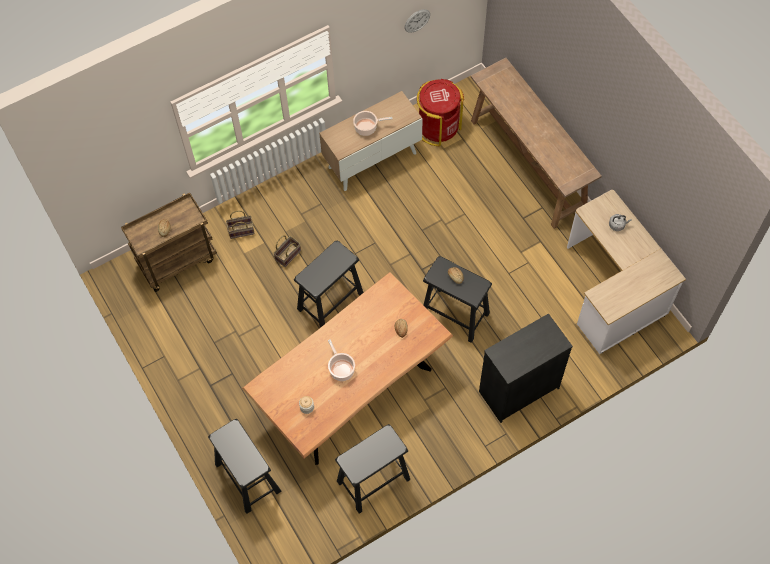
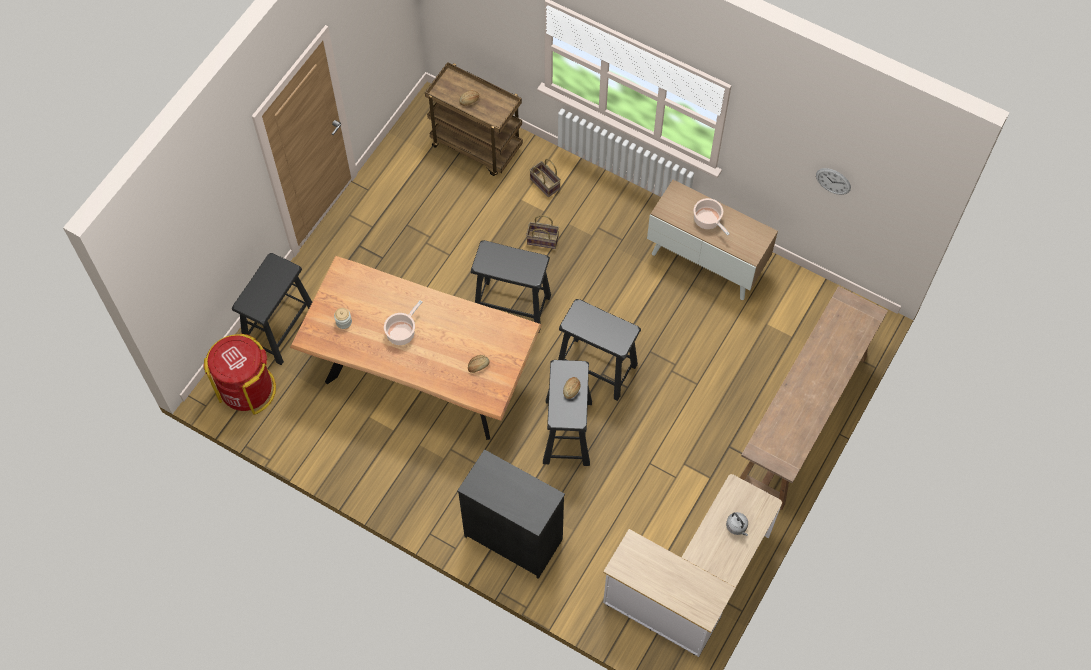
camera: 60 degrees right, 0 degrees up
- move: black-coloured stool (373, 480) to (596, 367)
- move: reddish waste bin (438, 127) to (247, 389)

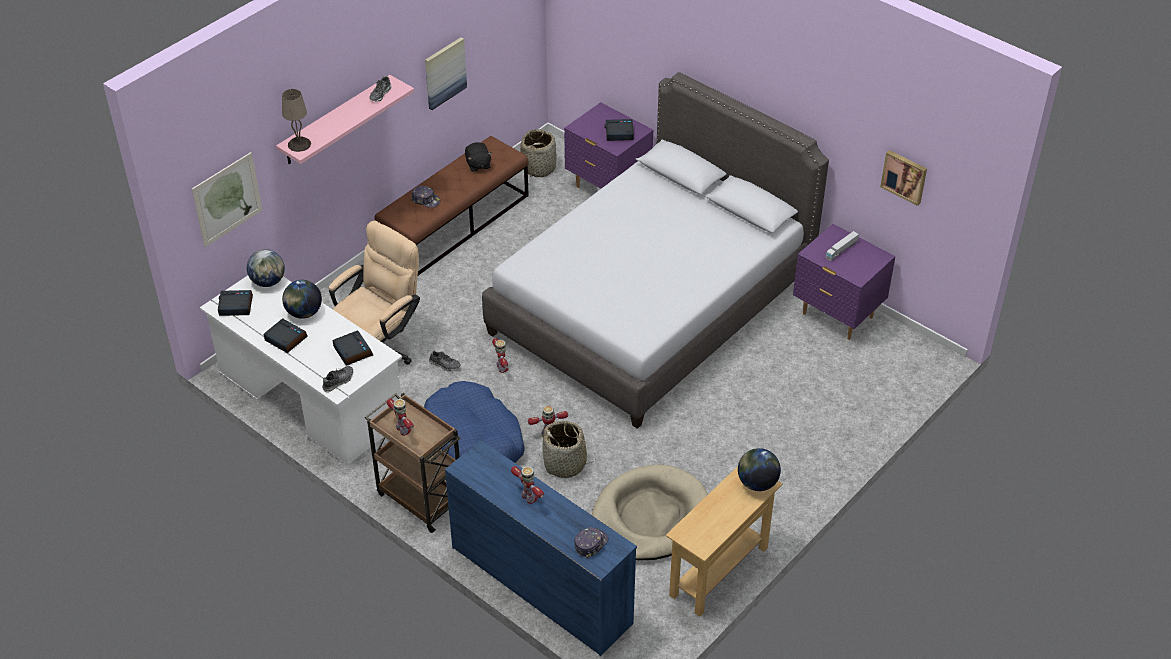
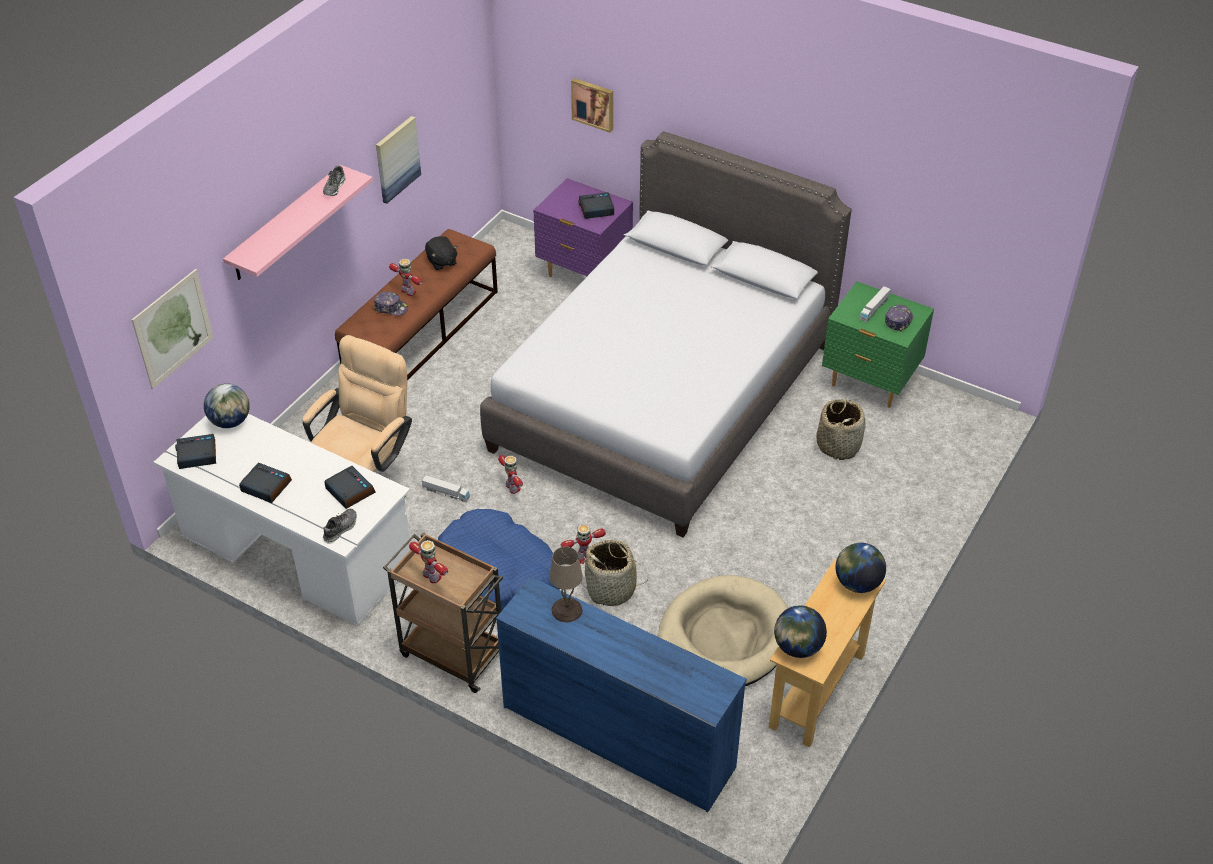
camera: 10 degrees left, 0 degrees up
- move: beige-coloured tabletop lamp (299, 144) to (566, 609)
- move: globe (304, 313) to (797, 647)
- replace: item of footwear (444, 365) to toy truck (446, 493)
- move: toy robot (529, 498) to (408, 292)
- move: household basket (539, 167) to (838, 445)
- move: baseball cap (590, 544) to (898, 320)
- recolor: purple-coloured nightstand (837, 316) to green nightstand (869, 383)
- move: wall art (904, 176) to (593, 104)

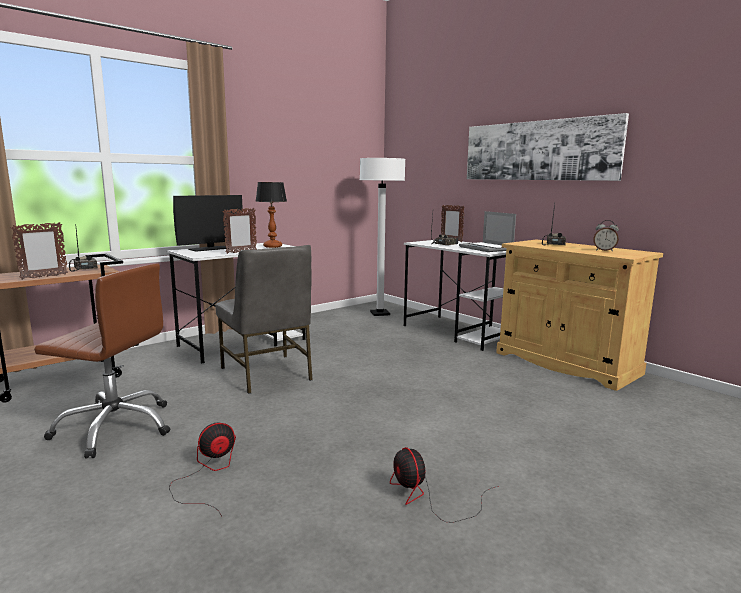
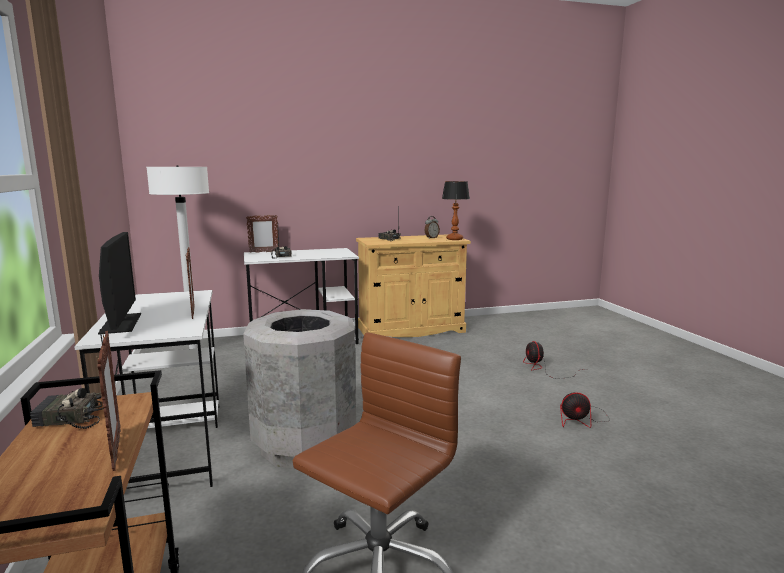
camera: 65 degrees left, 0 degrees up
- move: cooling fan (208, 473) to (544, 369)
- replace: greyish chair (267, 374) to greyish waste bin (306, 444)
- move: tabletop lamp (272, 246) to (454, 239)
- delete: laptop (487, 248)
- delete: wall art (538, 150)

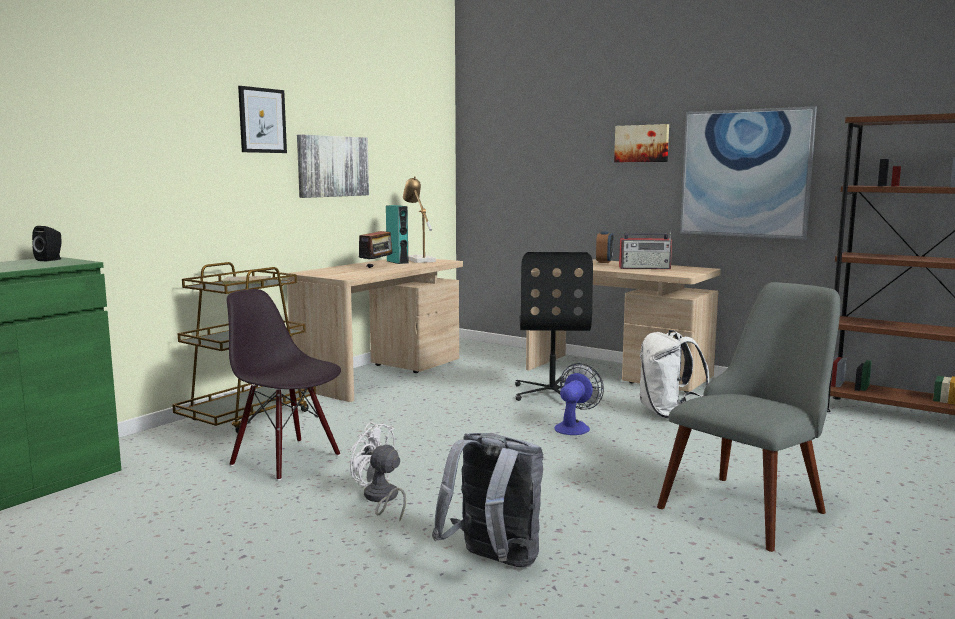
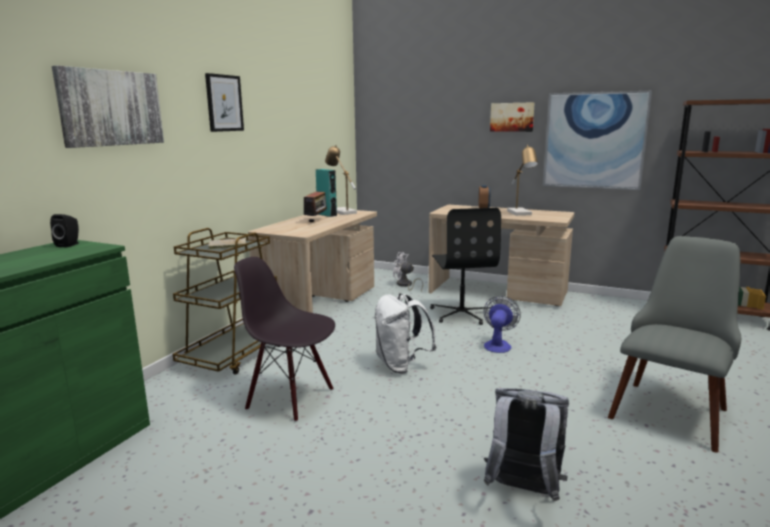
camera: 10 degrees left, 5 degrees up
- move: wall art (332, 166) to (111, 108)
- move: whitish cooling fan (380, 499) to (405, 285)
- replace: radio (645, 268) to tabletop lamp (521, 213)
- move: whitish knapsack (668, 413) to (401, 365)

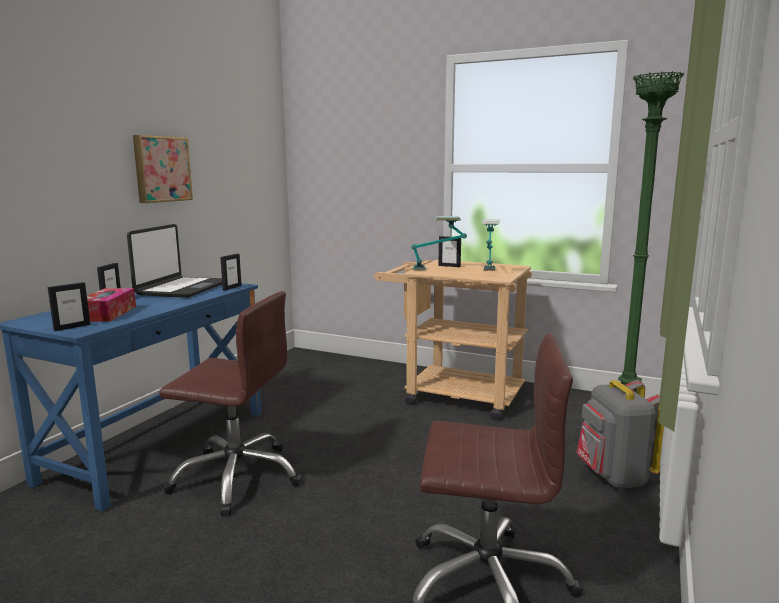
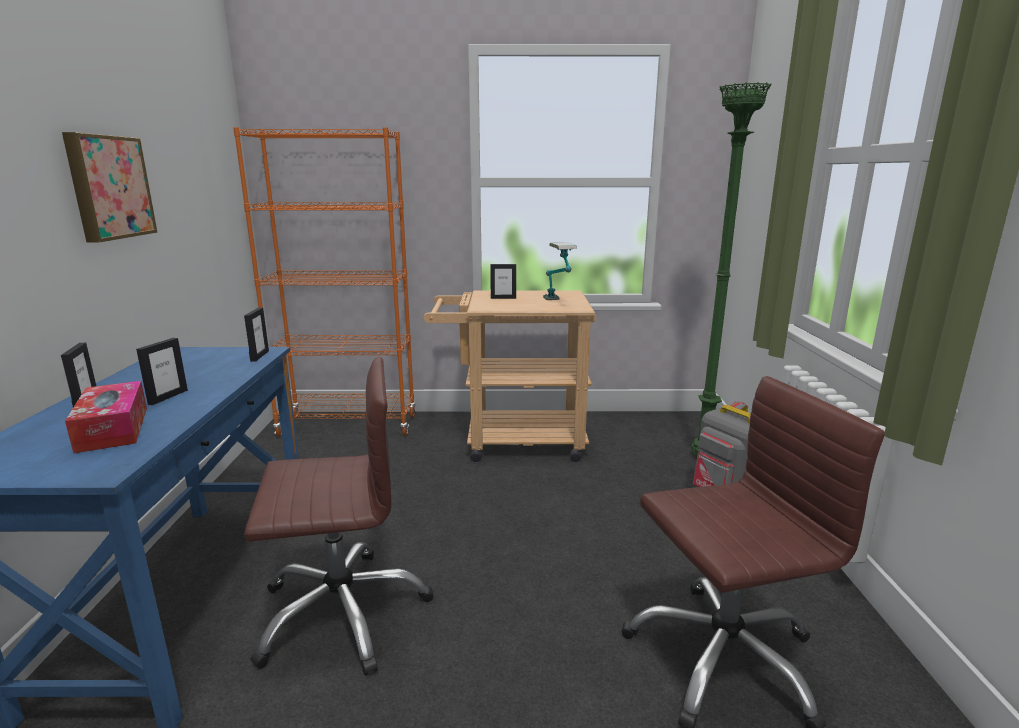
camera: 25 degrees left, 5 degrees up
- move: photo frame (72, 327) to (168, 397)
- delete: laptop (182, 288)
- delete: tabletop lamp (438, 269)
- insert: orangey bookcase (349, 426)

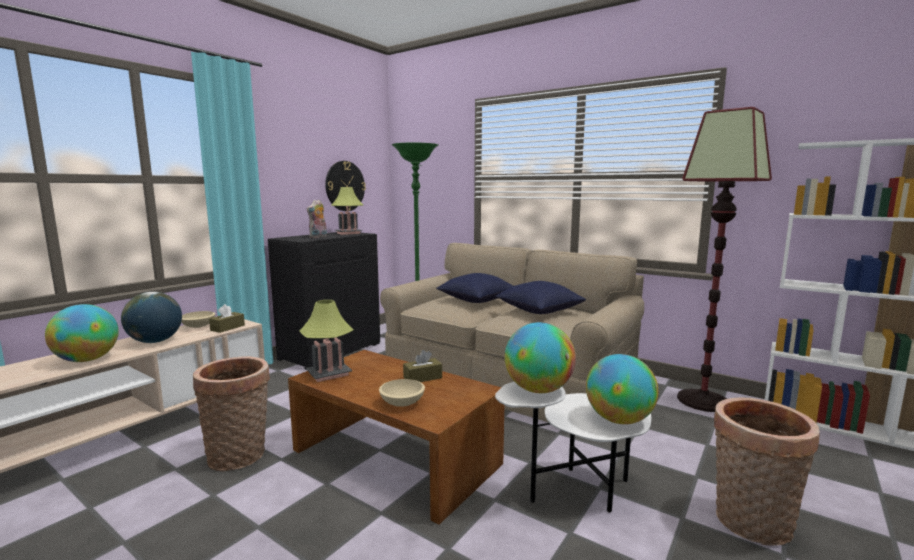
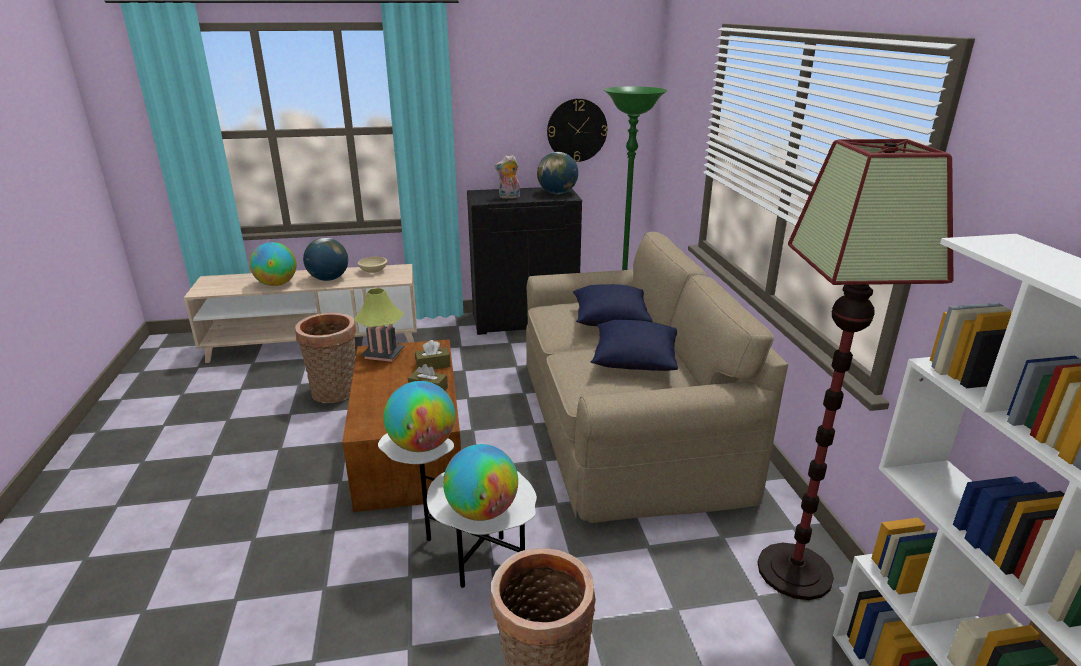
camera: 45 degrees right, 15 degrees up
- move: brown-coloured tissue holder (227, 328) to (433, 365)
- replace: tabletop lamp (348, 233) to globe (557, 193)
- delete: beige-coloured serving bowl (403, 403)

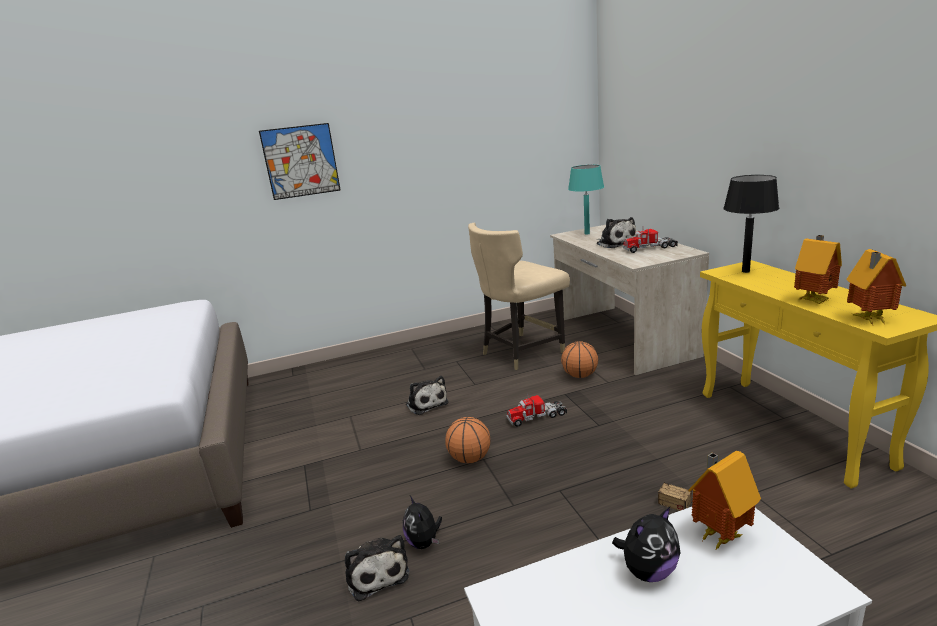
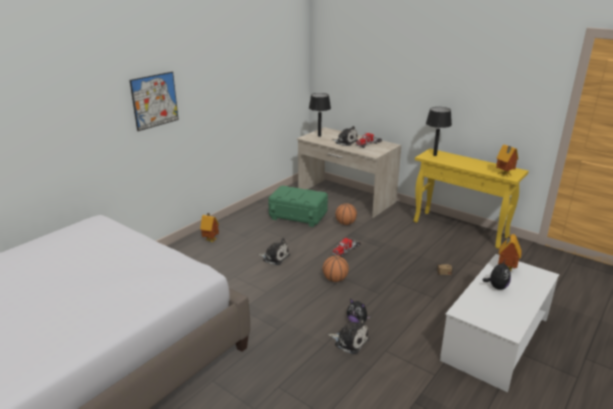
camera: 35 degrees left, 5 degrees up
- replace: beige-coloured chair (521, 352) to green storage container (298, 216)
- recolor: turquoise-coloured tabletop lamp (587, 234) to black-coloured tabletop lamp (319, 136)
- move: model house (814, 300) to (211, 240)

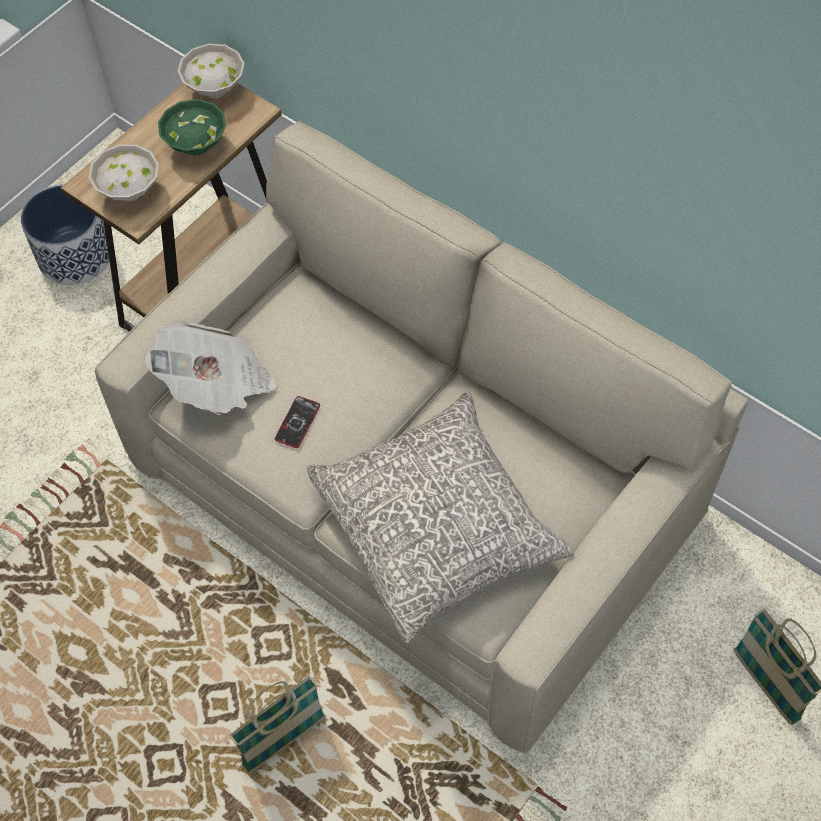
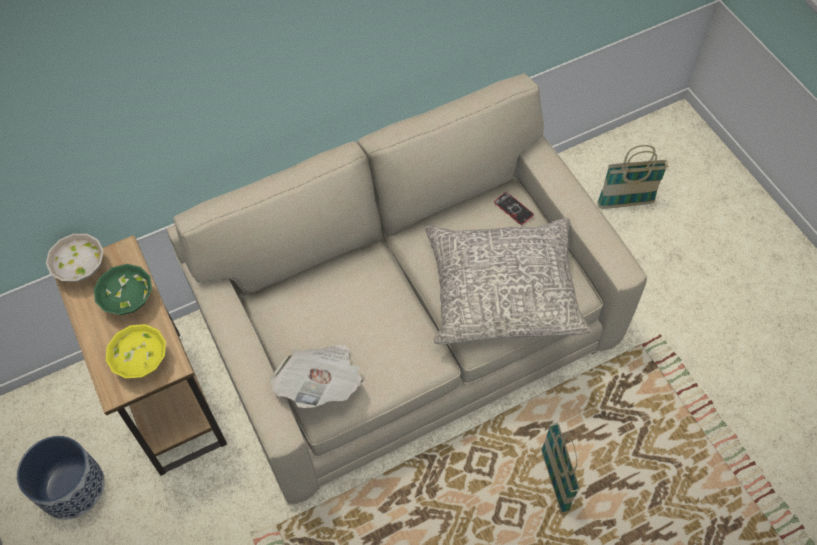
camera: 65 degrees left, 0 degrees up
- recolor: whitish serving bowl (129, 193) to yellowish serving bowl (144, 363)
- move: phone (297, 422) to (513, 209)

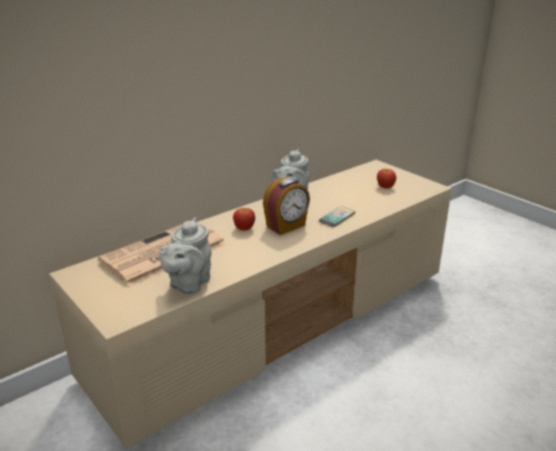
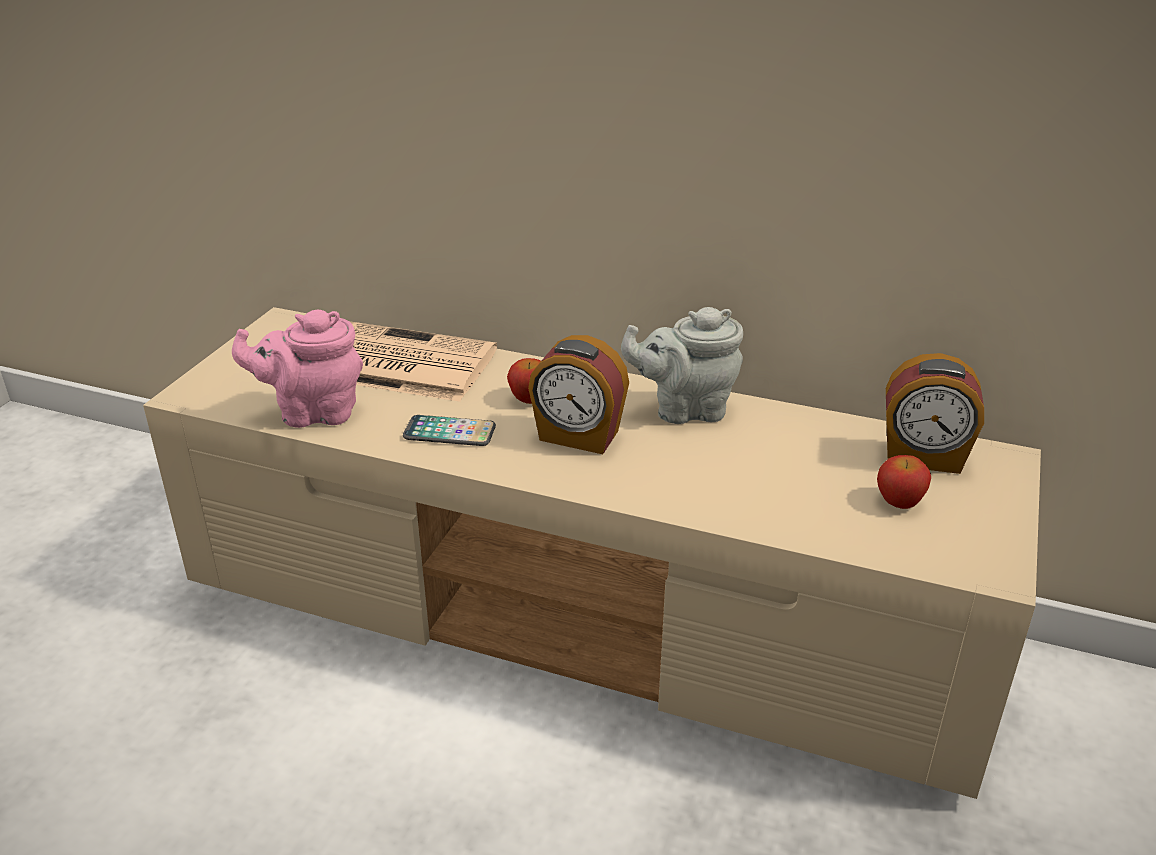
camera: 60 degrees right, 5 degrees up
- recolor: greyish teapot (188, 284) to pink-coloured teapot (313, 412)
- move: phone (337, 217) to (449, 432)
- insert: bedside clock (922, 457)

